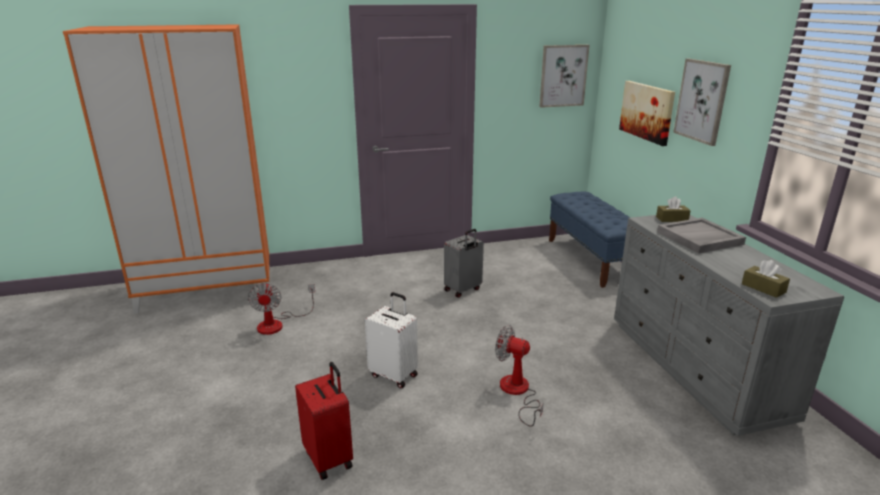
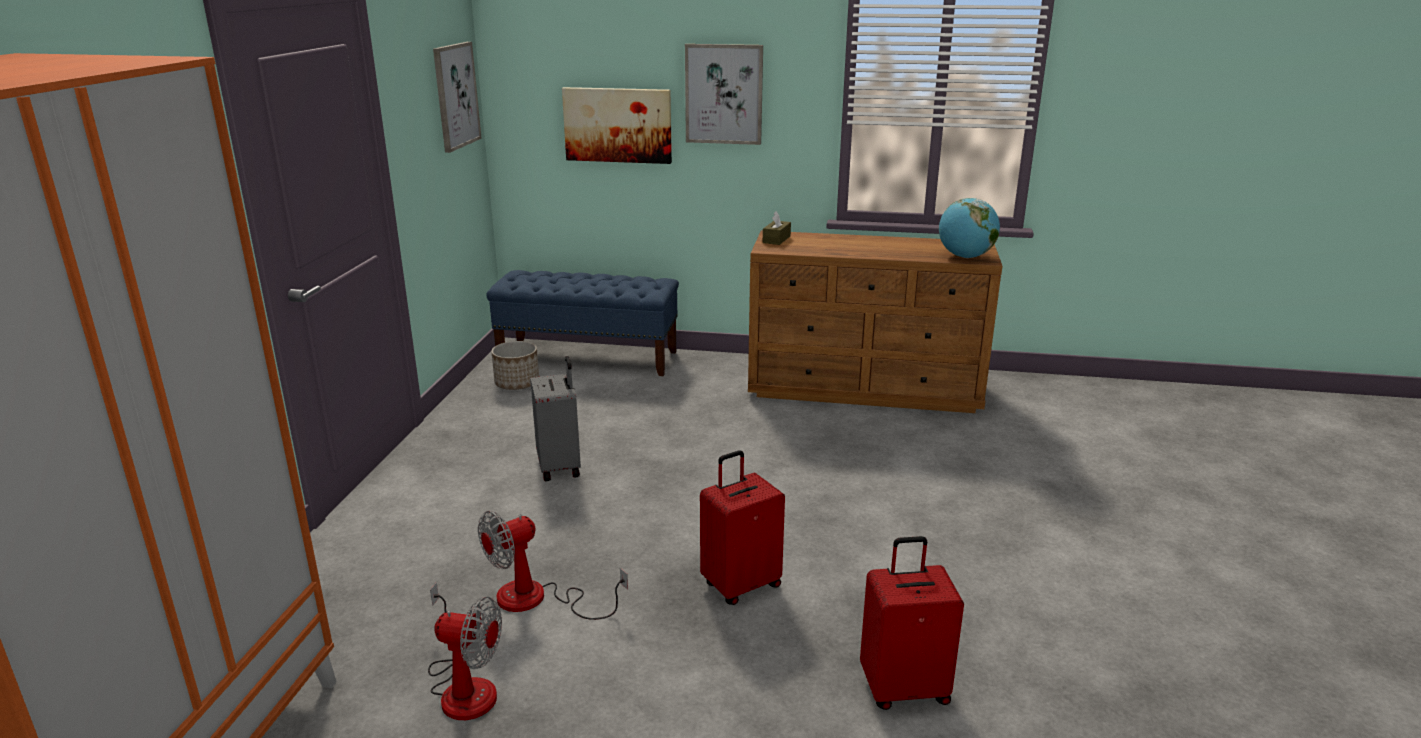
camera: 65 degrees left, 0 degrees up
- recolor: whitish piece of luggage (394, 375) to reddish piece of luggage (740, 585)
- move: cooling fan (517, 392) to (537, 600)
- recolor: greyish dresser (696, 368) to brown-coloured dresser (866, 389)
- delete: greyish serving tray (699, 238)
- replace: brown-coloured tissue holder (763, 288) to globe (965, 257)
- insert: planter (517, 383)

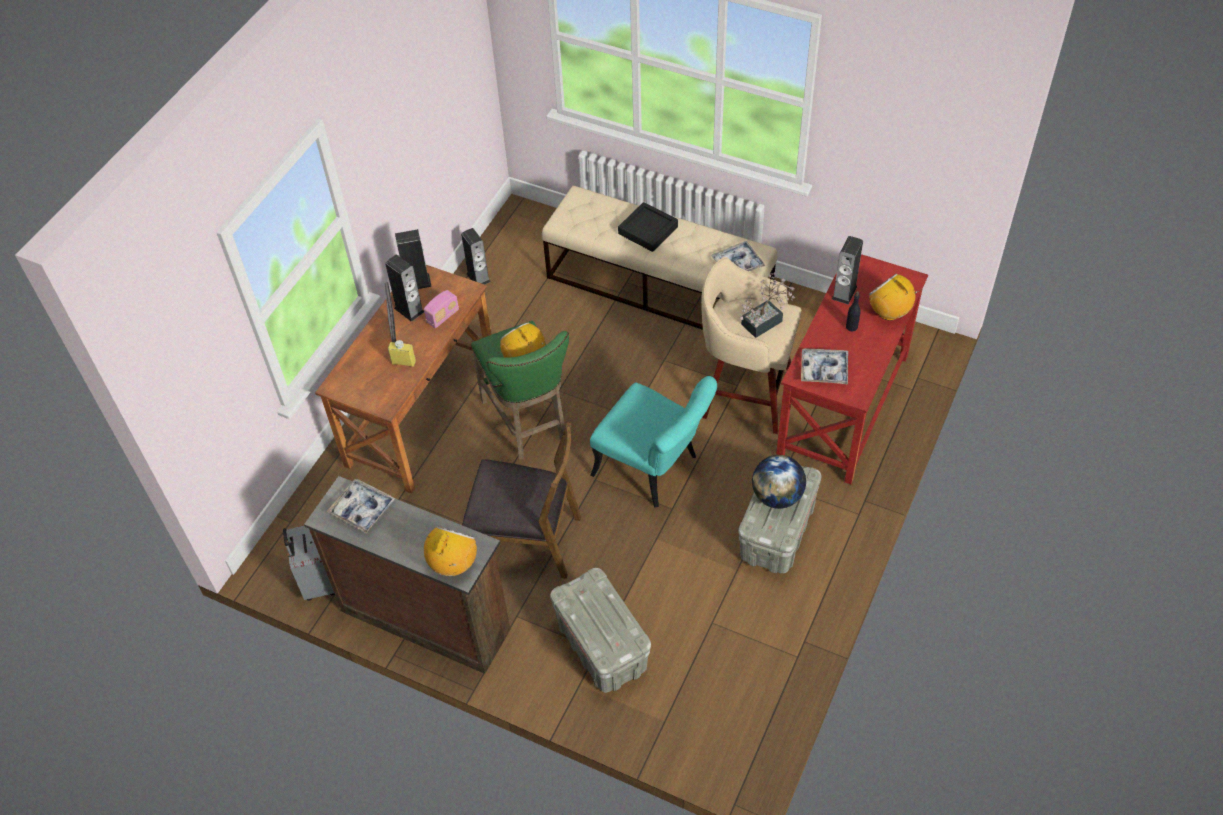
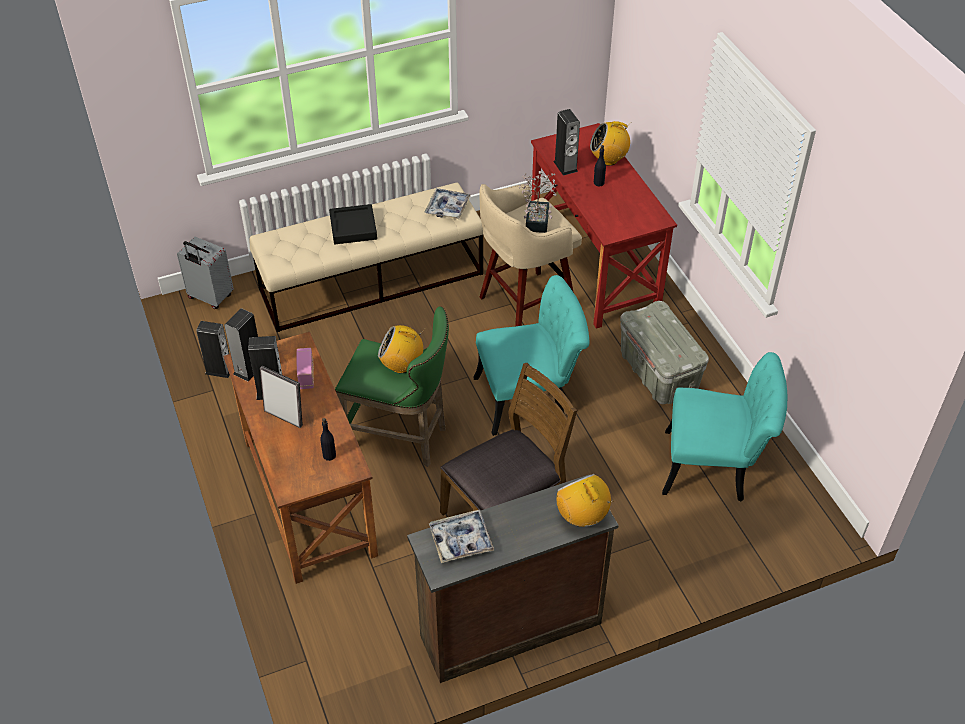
camera: 50 degrees left, 5 degrees down
- move: greyish piece of luggage (318, 582) to (210, 297)
- delete: yellowish beverage bottle (403, 362)
- delete: greyish storage container (603, 647)
- delete: globe (777, 496)
- delete: serving tray (824, 370)
- insert: black-coloured beverage bottle (329, 455)
- insert: turquoise-coloured chair (715, 468)

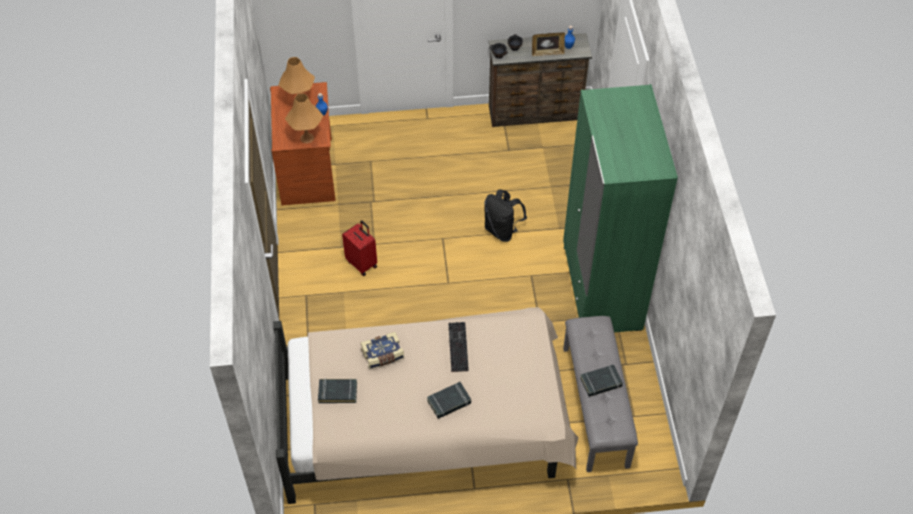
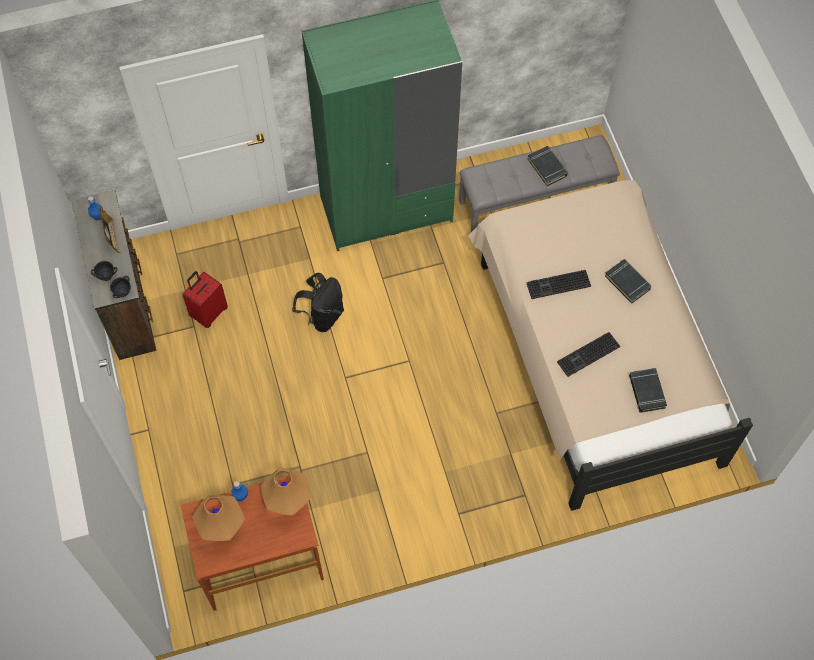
camera: 100 degrees left, 10 degrees up
- move: reddish piece of luggage (362, 263) to (209, 312)
- replace: bound book (383, 355) to computer keyboard (588, 356)

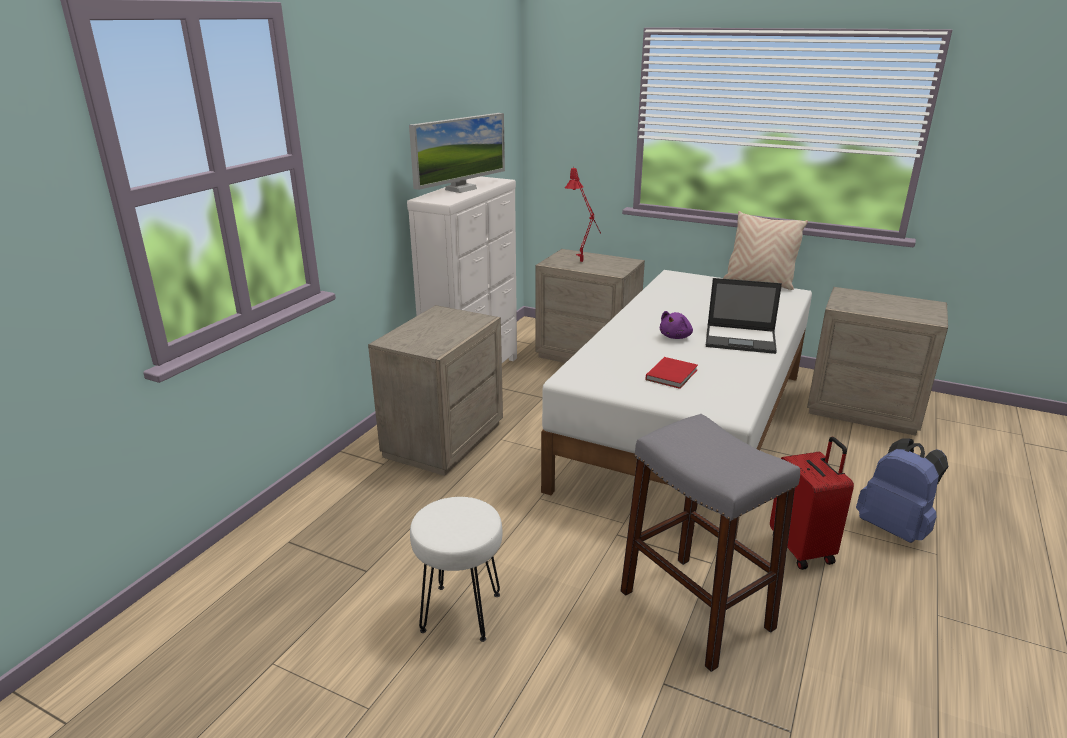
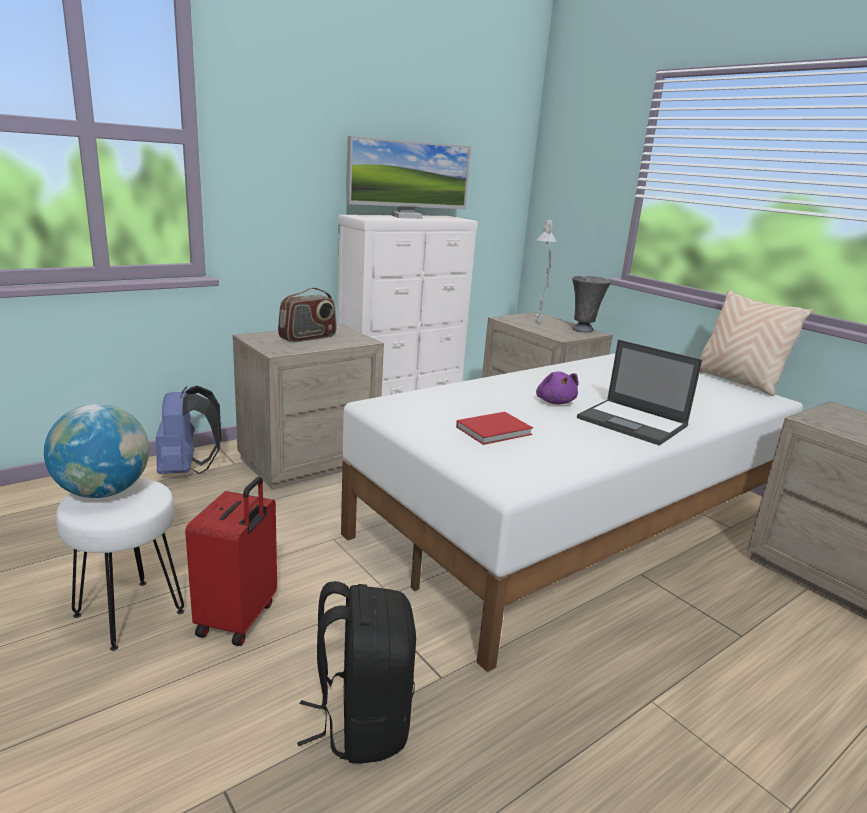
camera: 25 degrees right, 5 degrees down
- recolor: reddish tabletop lamp (583, 264) to greyish tabletop lamp (539, 325)
- replace: greyish stool (695, 609) to black-coloured knapsack (361, 722)
- rotate: purple-coloured cuddly toy (676, 336) = (555, 402) 75 degrees counterclockwise
- move: reddish piece of luggage (803, 549) to (239, 619)
- move: blue knapsack (894, 528) to (186, 470)
- insert: globe (103, 492)
- insert: radio (308, 337)
- insert: greyish flower vase (583, 330)

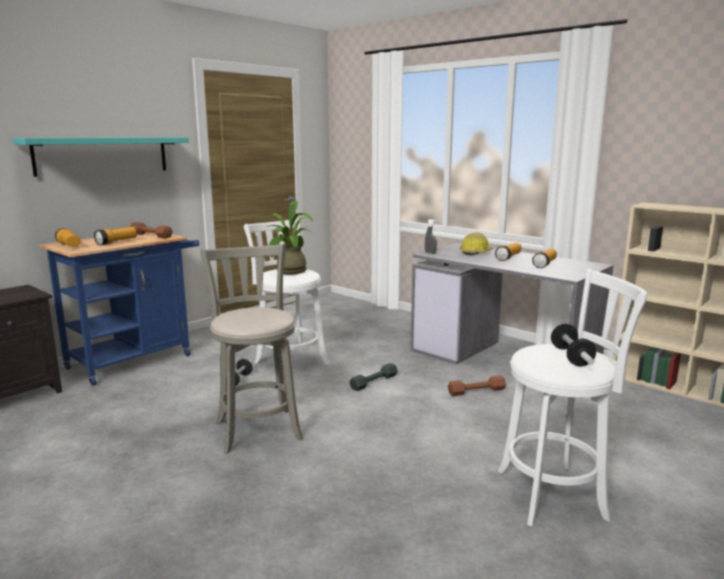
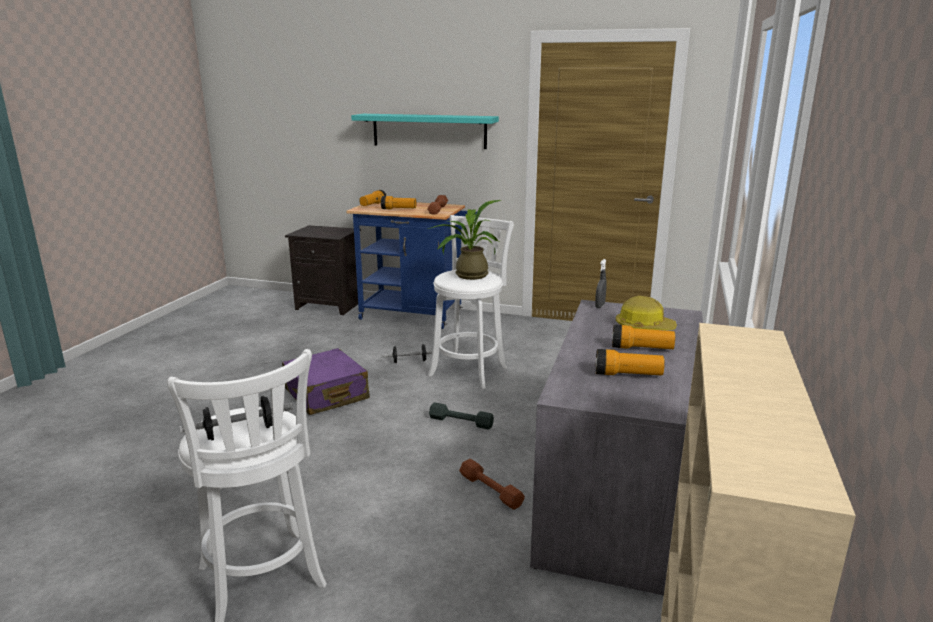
camera: 65 degrees right, 5 degrees up
- replace: greyish stool (258, 428) to purple-coloured piece of luggage (326, 394)

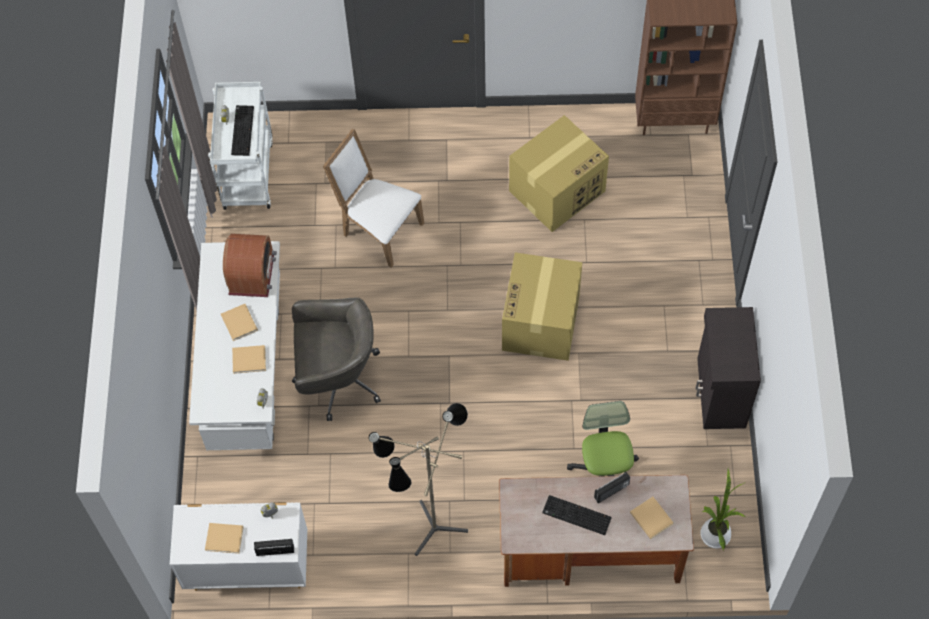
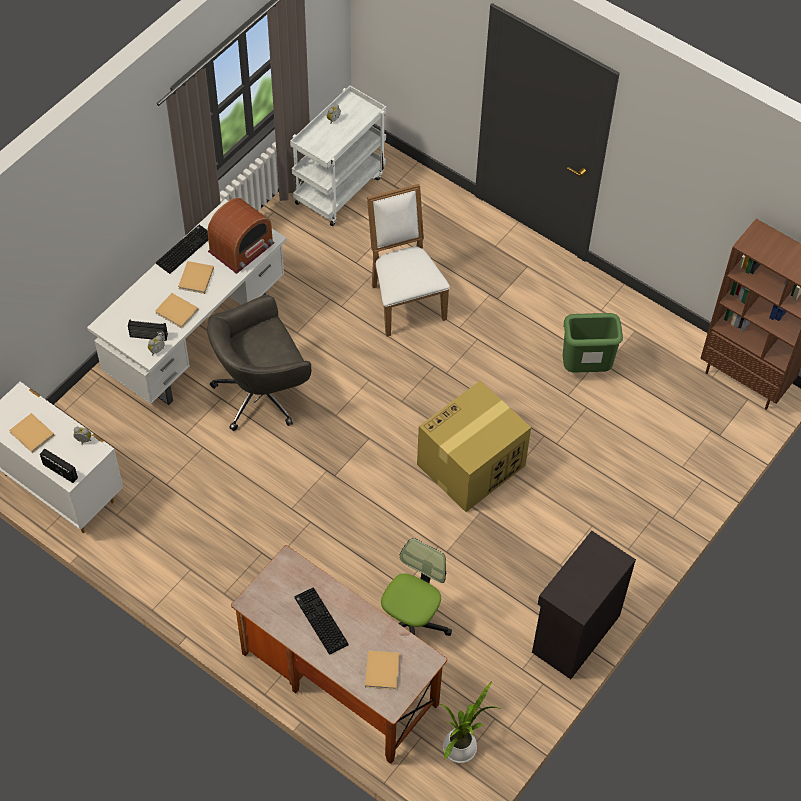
camera: 35 degrees right, 5 degrees down
- move: computer keyboard (241, 130) to (184, 249)
- rotate: greyish computer chair (337, 379) = (262, 393) 120 degrees clockwise
- delete: floor lamp (428, 526)
- replace: cardboard box (557, 190) to green waste bin (586, 368)
- move: radio (612, 492) to (148, 336)

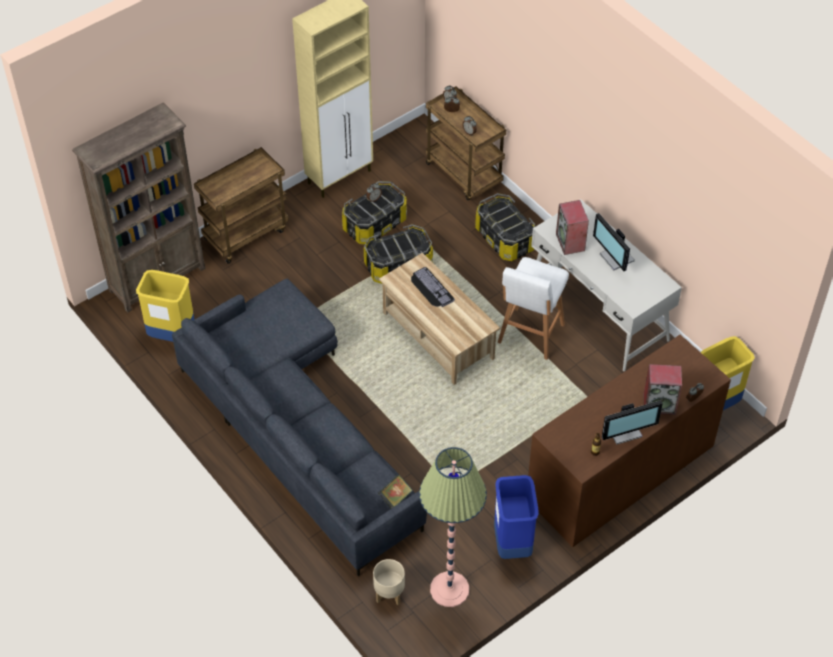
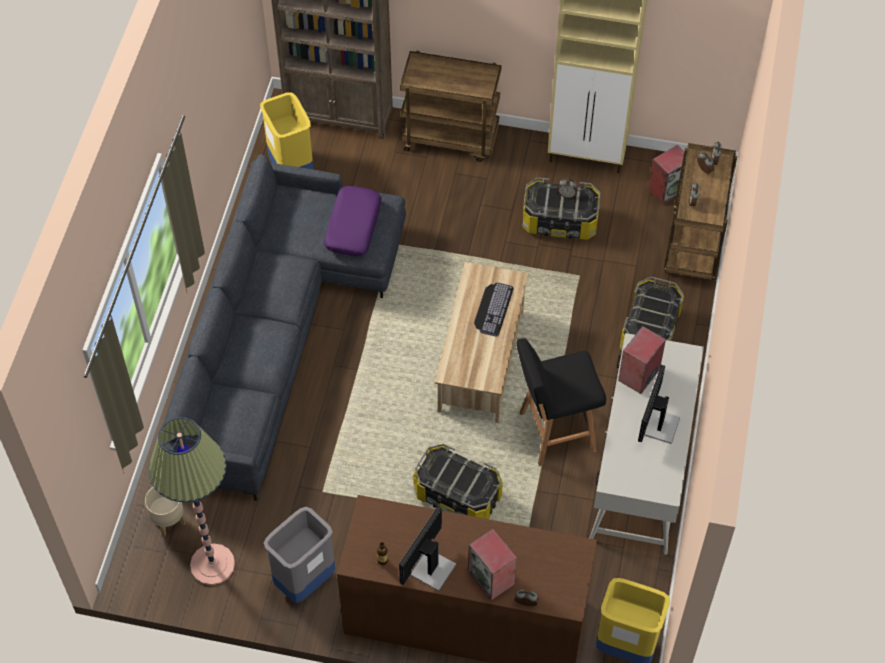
camera: 50 degrees right, 5 degrees up
- move: storage container (398, 265) to (458, 494)
- delete: bound book (395, 497)
- recolor: blue waste bin (512, 543) to greyish waste bin (304, 580)
- recolor: whitish stool (530, 335) to black-coloured stool (554, 432)
- rotate: computer screen (625, 431) = (431, 569) 90 degrees clockwise
- insert: purple-coloured throw pillow (353, 226)
- insert: speaker (667, 189)

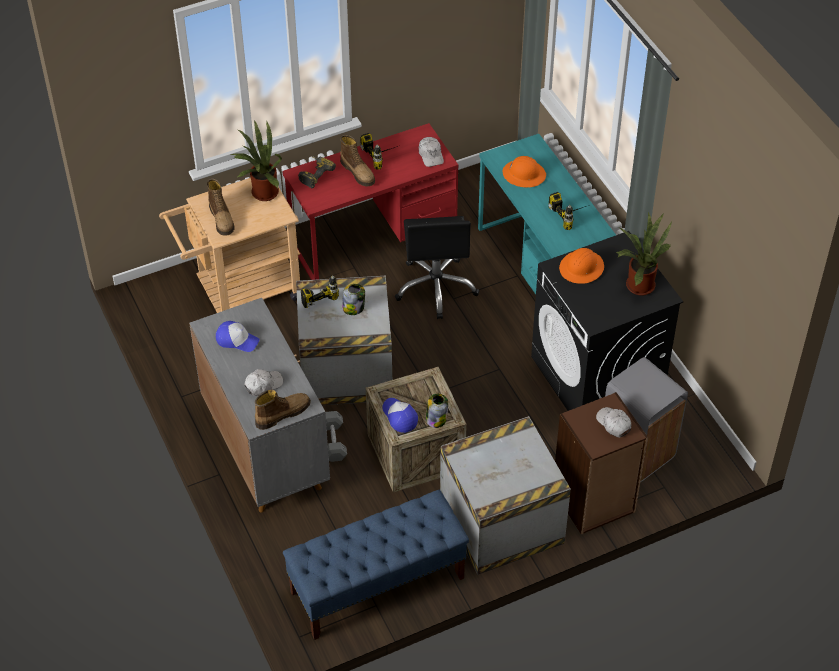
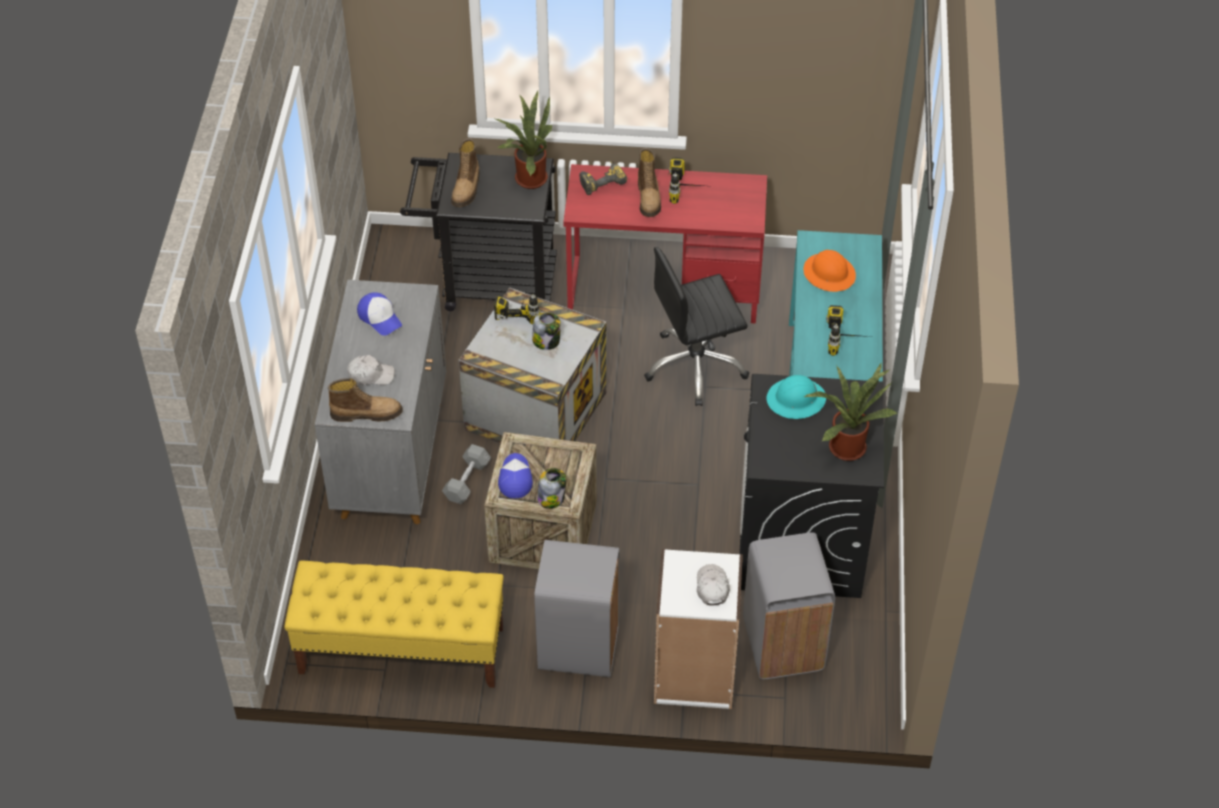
camera: 30 degrees right, 0 degrees up
- recolor: beige-coloured cart (240, 291) to black-coloured cart (487, 283)
- recolor: blue long seat (377, 585) to yellowish long seat (401, 650)
- rotate: black-coloured computer chair (436, 287) = (695, 366) 45 degrees clockwise
- delete: whitish baseball cap (431, 155)
- replace: crate (500, 521) to greyish waste bin (578, 647)
- recolor: brown-coloured bookcase (594, 501) to whitish bookcase (694, 675)
- recolor: orangey hard hat (582, 268) to turquoise-coloured hard hat (796, 400)

